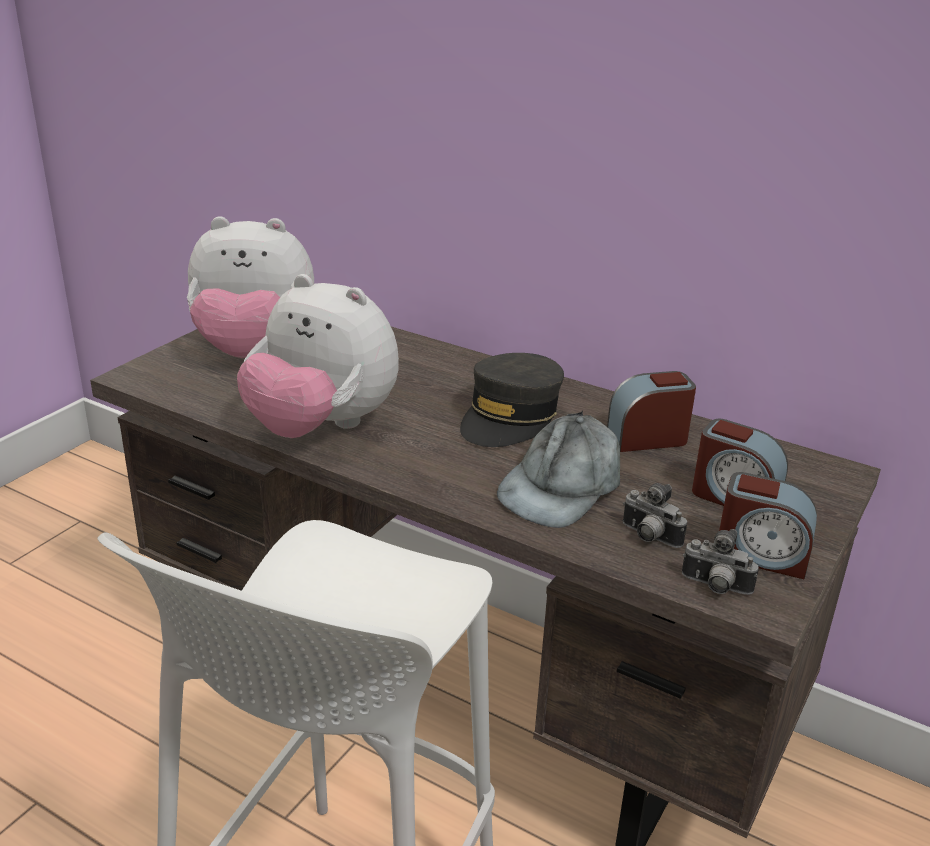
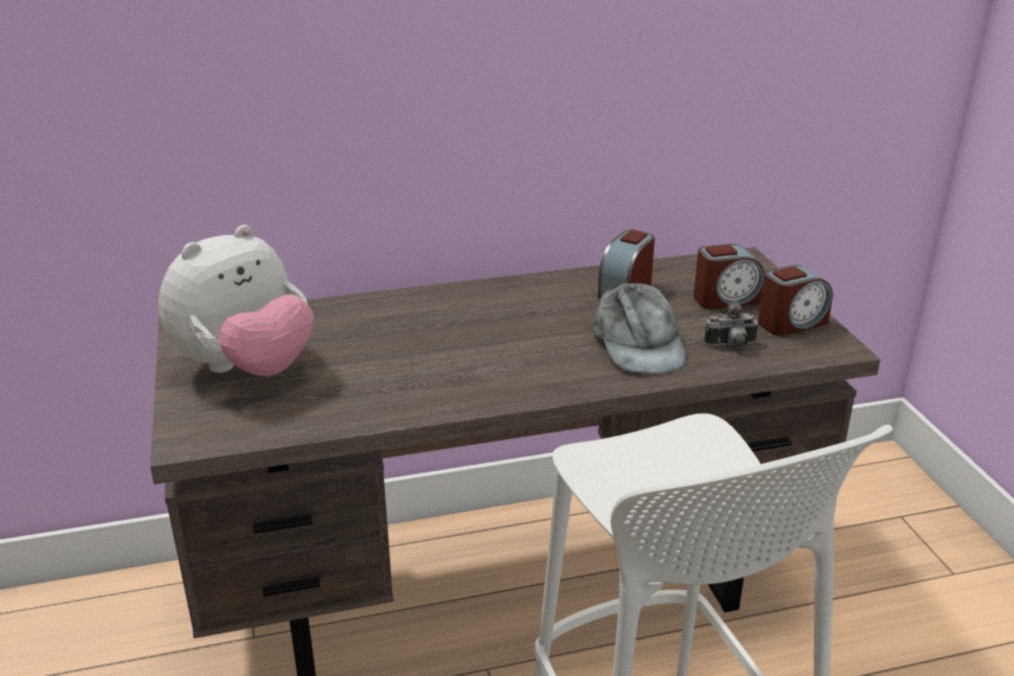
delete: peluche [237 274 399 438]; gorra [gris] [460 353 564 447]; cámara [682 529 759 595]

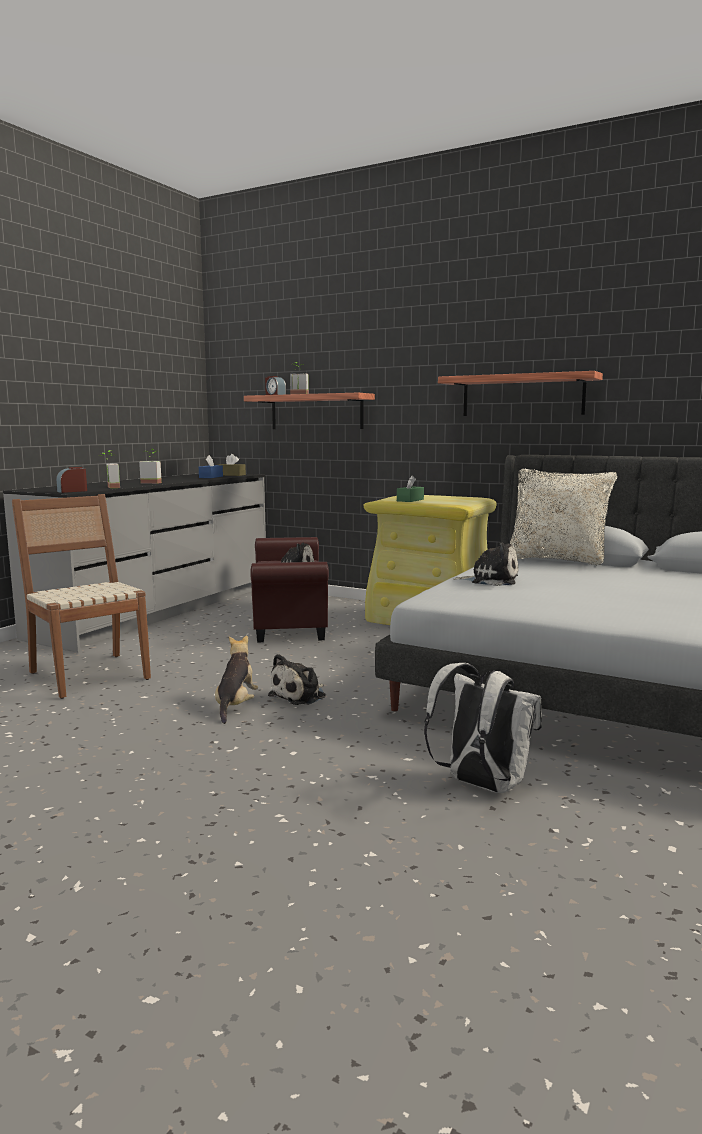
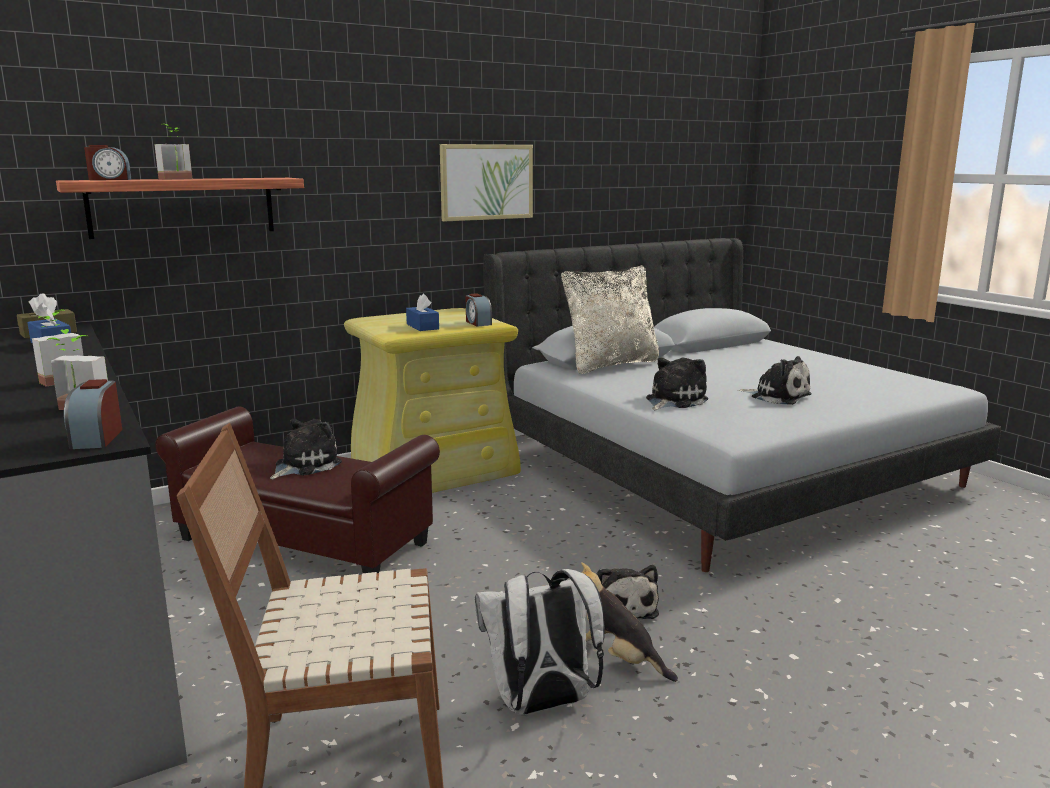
insert: despertador [466 293 492 327]; peluche [738 356 811 405]
move: mochila [blanco] [424 663 542 793] to [475 569 605 715]
replace: estante [438 371 603 416] to cuadro [440 144 533 221]
recolor: caja de pañuelos [verde] [397 476 424 502] to caja de pañuelos [azul] [406 294 439 331]

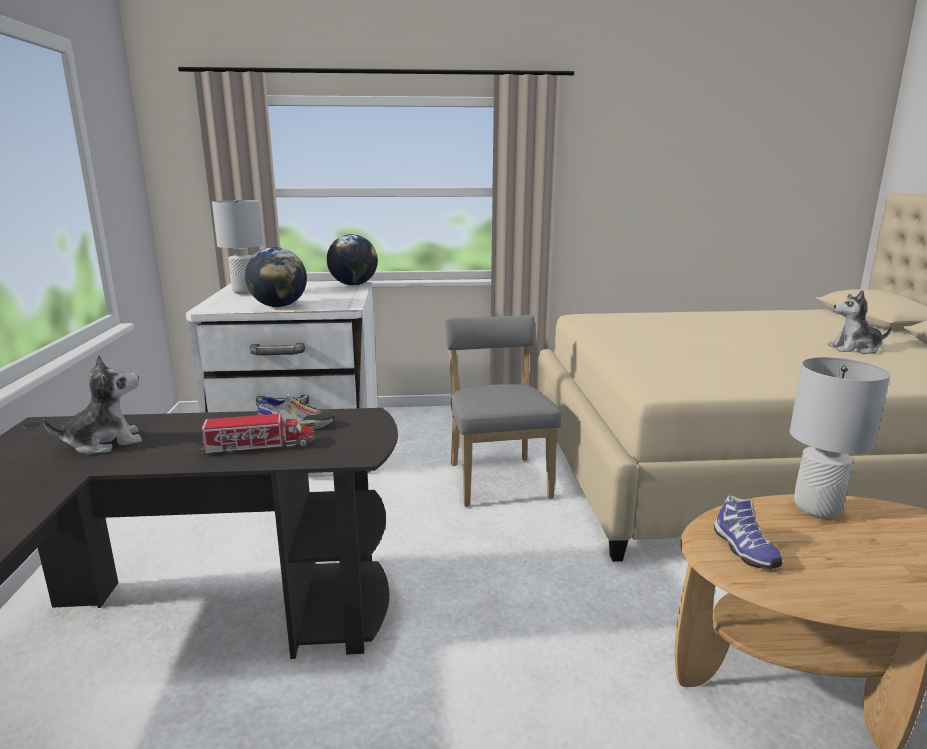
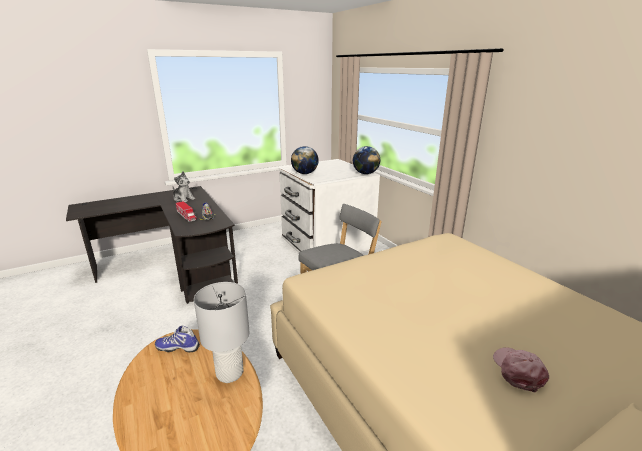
delete: lámpara de mesa [gris] [212 200 263 295]
replace: peluche [828 290 892 354] to gorra [rosa] [493 347 549 392]
rotate: zapato [714 496 782 569] = [155 326 200 352] 45 degrees clockwise

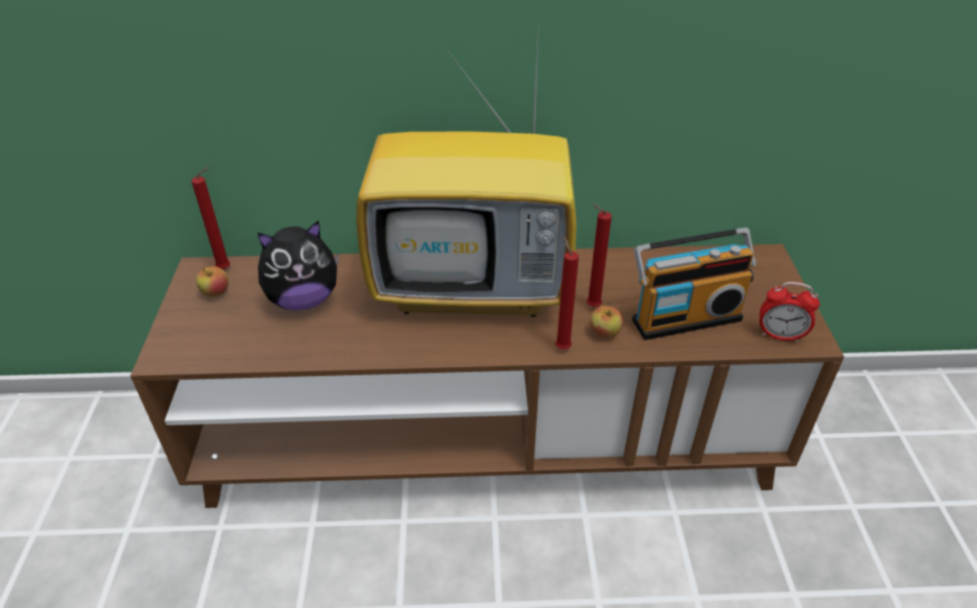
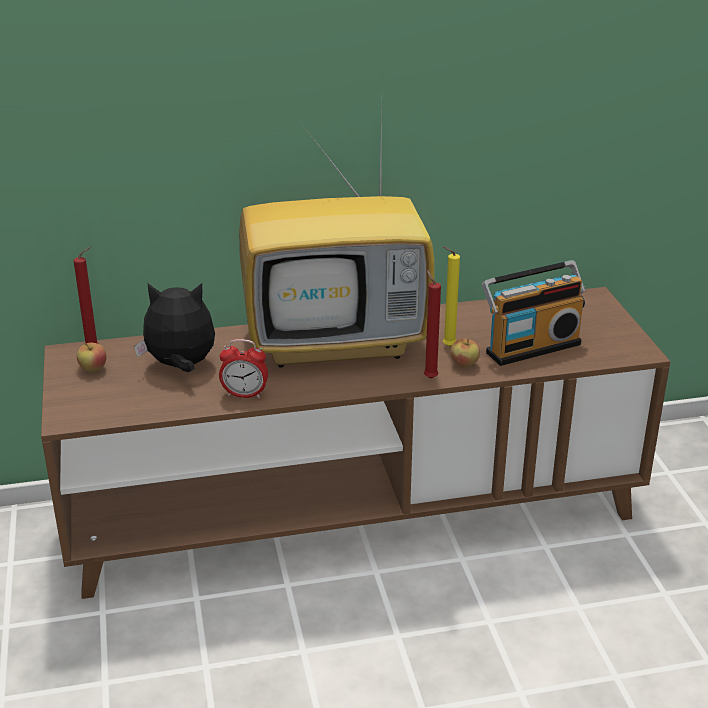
move: despertador [759 282 820 343] to [219 339 268 398]
recolor: vela [rojo] [587 204 612 307] to vela [amarillo] [443 246 460 347]
rotate: peluche [258 220 339 311] = [134 283 215 372] 150 degrees counterclockwise

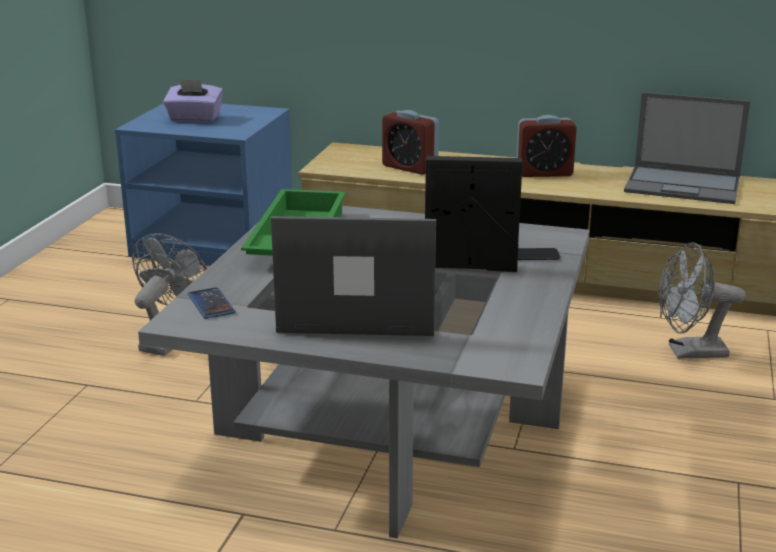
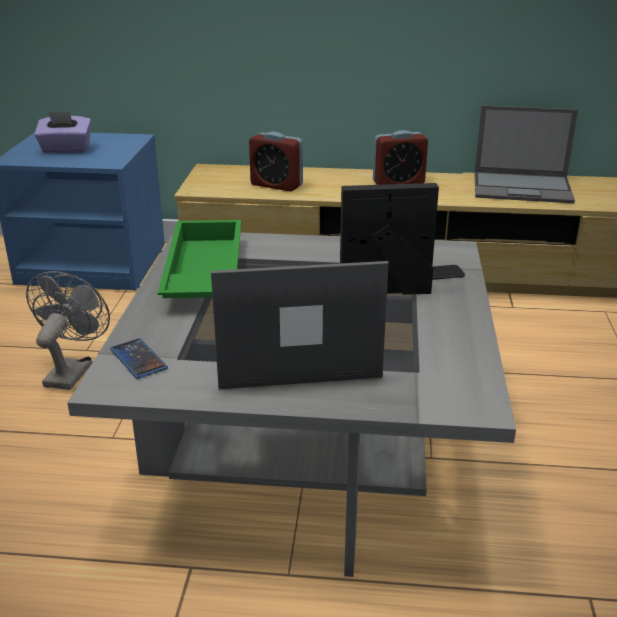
delete: ventilador [gris] [659 242 745 359]

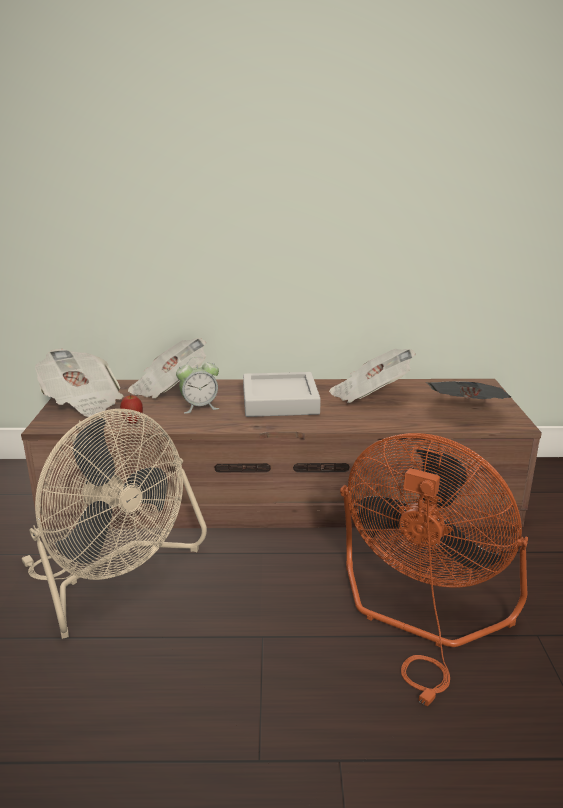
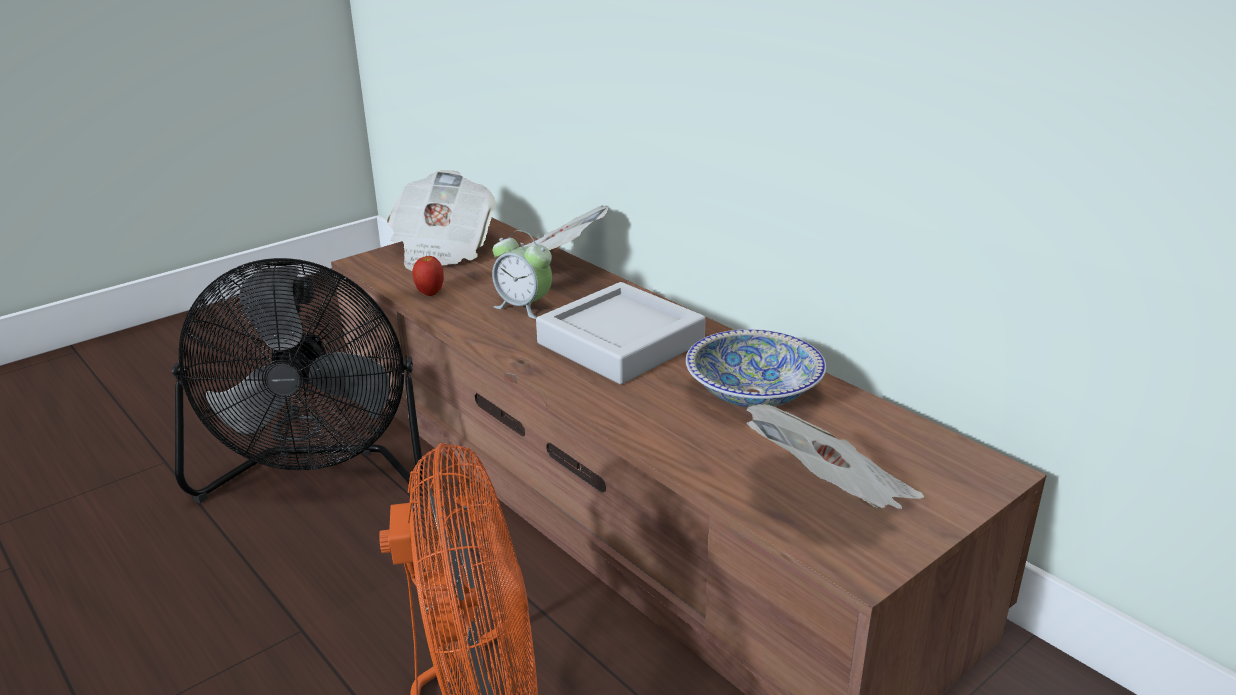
replace: periódico [329 349 416 403] to cuenco [686 329 826 408]
recolor: ventilador [beis] [22 409 207 639] to ventilador [negro] [172 258 423 504]

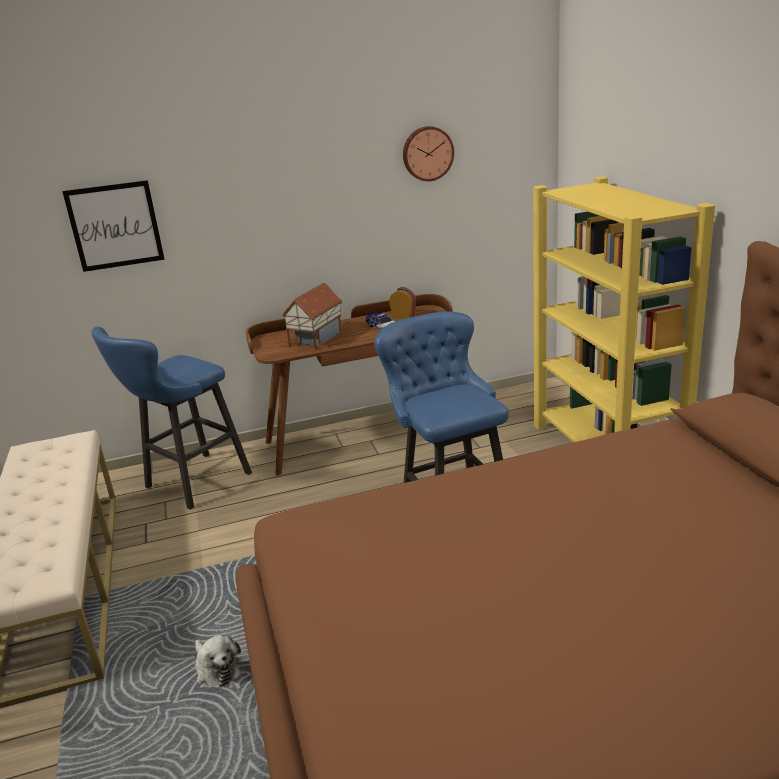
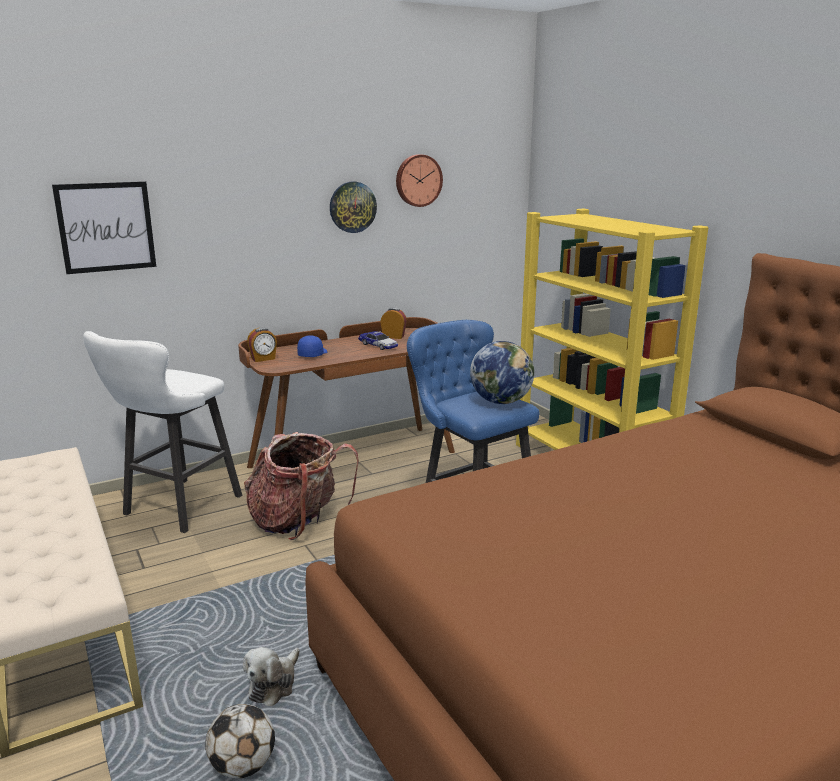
insert: balón de fútbol [205 704 275 778]; mochila [244 432 359 540]; despertador [247 328 277 362]; reloj de pared [330 181 377 233]; globo terráqueo [470 341 534 404]
replace: casita [282 283 342 349] to gorra [azul] [297 335 327 357]
recolor: taburete [azul] [91 327 252 510] to taburete [blanco] [83 331 243 533]
rotate: peluche [195 635 241 688] = [243 647 300 706] 75 degrees clockwise

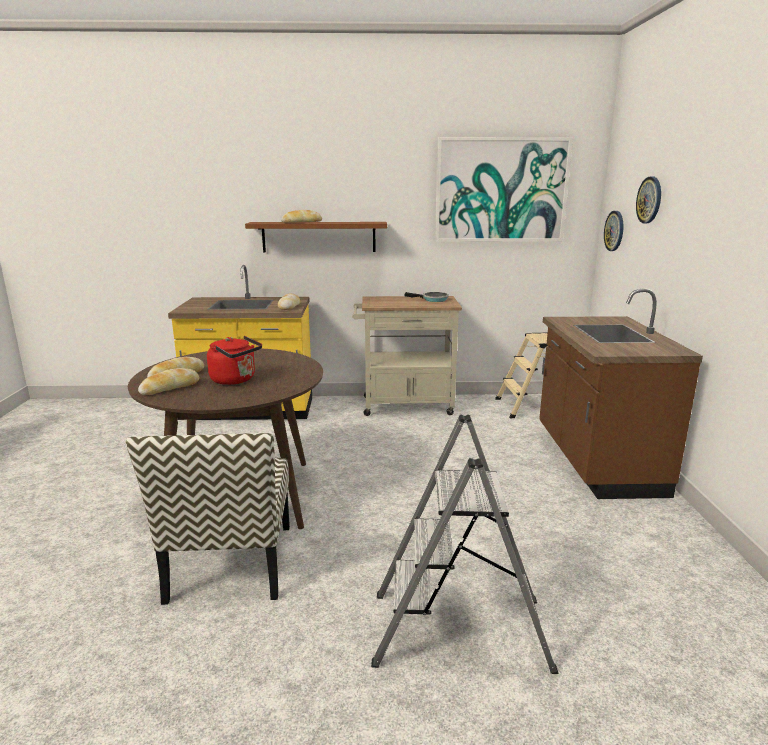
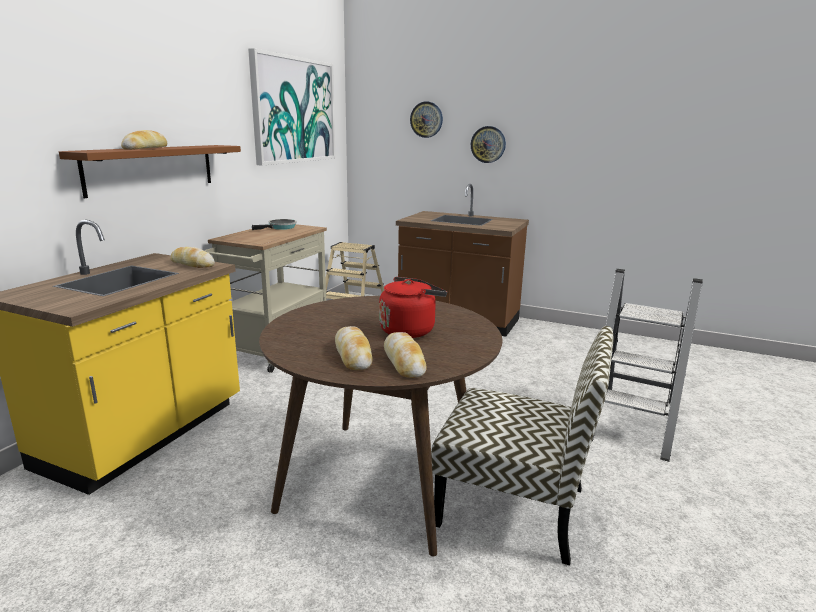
move: reloj de pared [604 211 623 251] to [471 126 506 163]

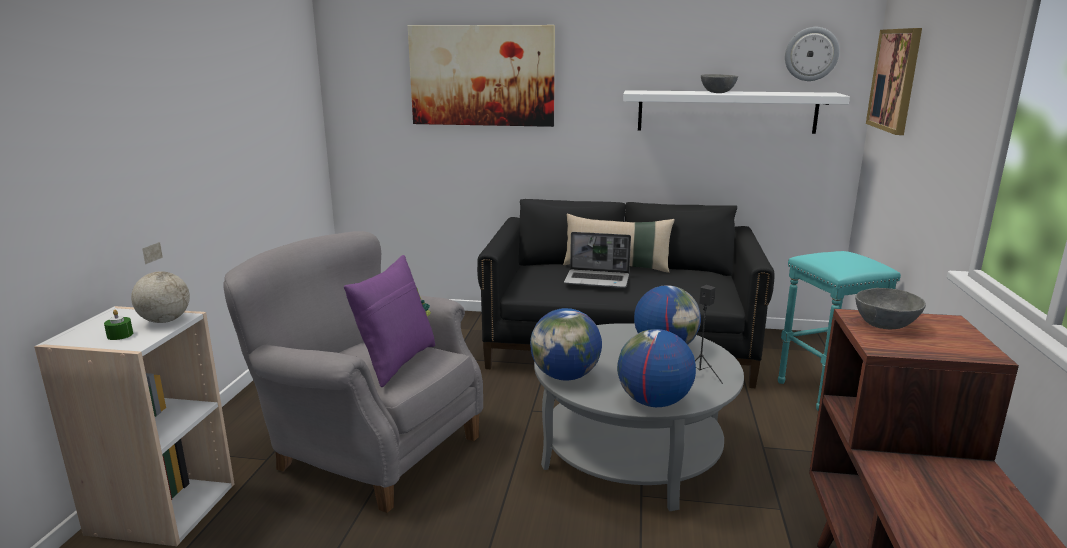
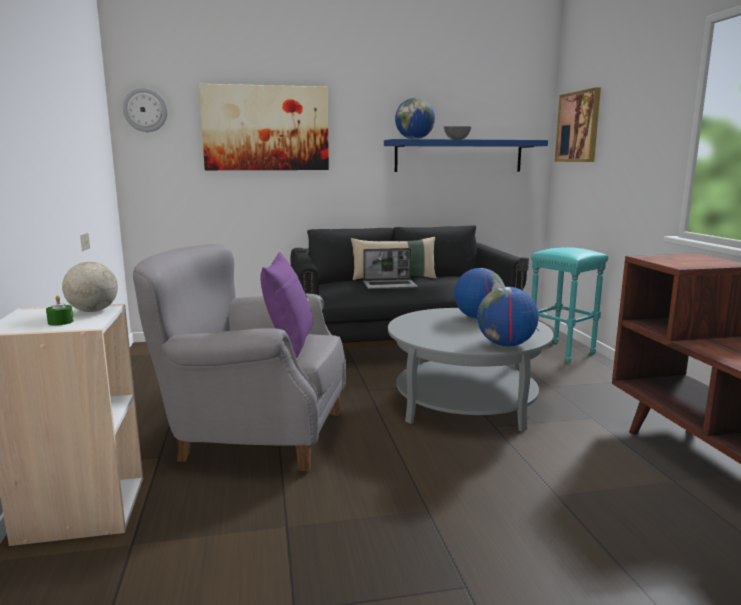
delete: cuenco [gris] [855 288 926 329]
move: reloj de pared [785 27 840 81] to [123 88 167 132]; globo terráqueo [530 308 602 380] to [395 98 435 139]
recolor: estante [blanco] [623 90 850 134] to estante [azul] [384 139 548 172]

